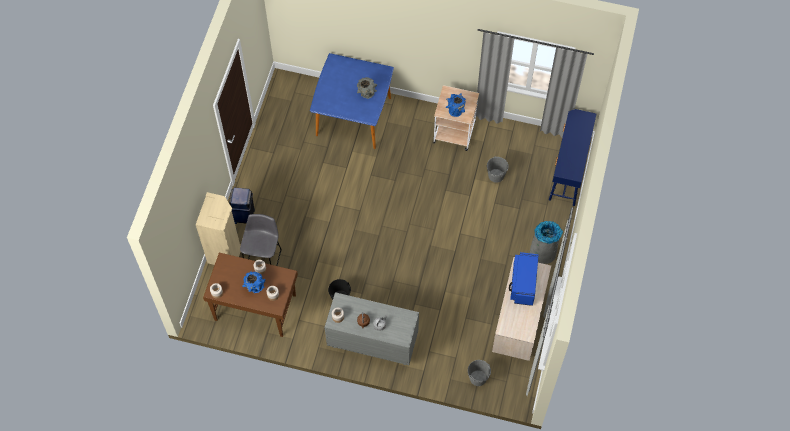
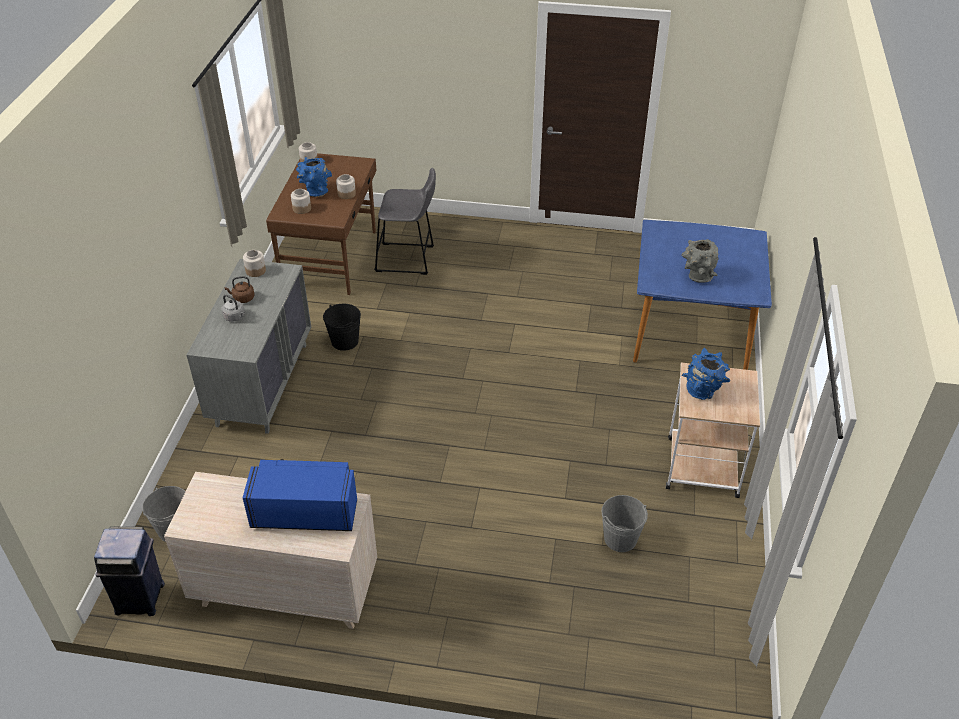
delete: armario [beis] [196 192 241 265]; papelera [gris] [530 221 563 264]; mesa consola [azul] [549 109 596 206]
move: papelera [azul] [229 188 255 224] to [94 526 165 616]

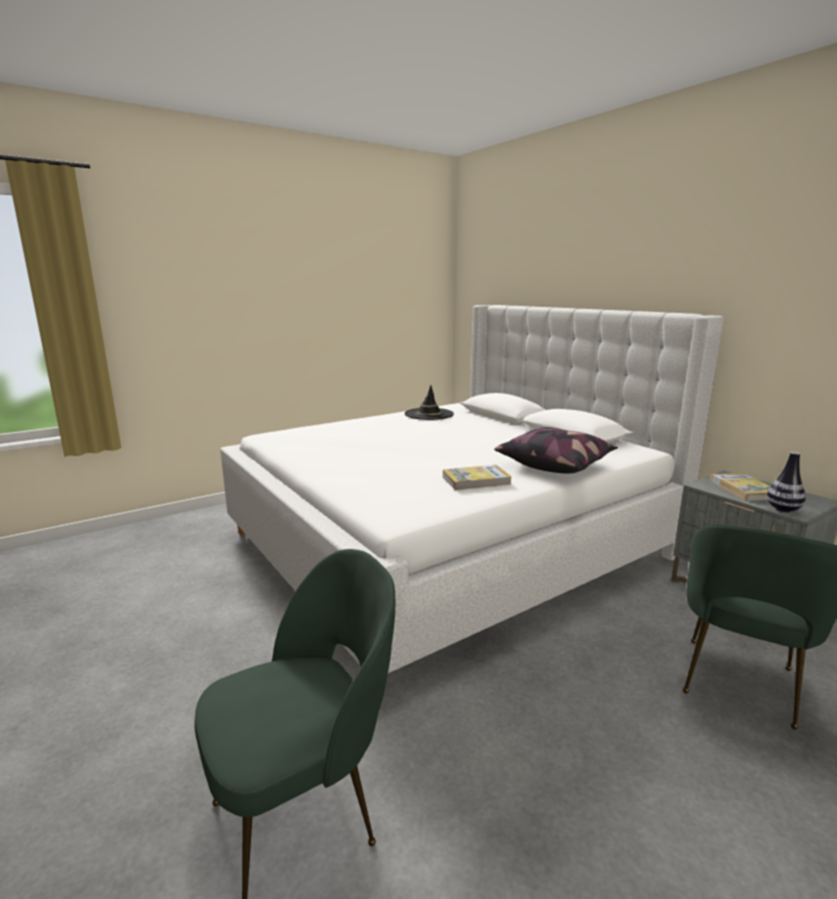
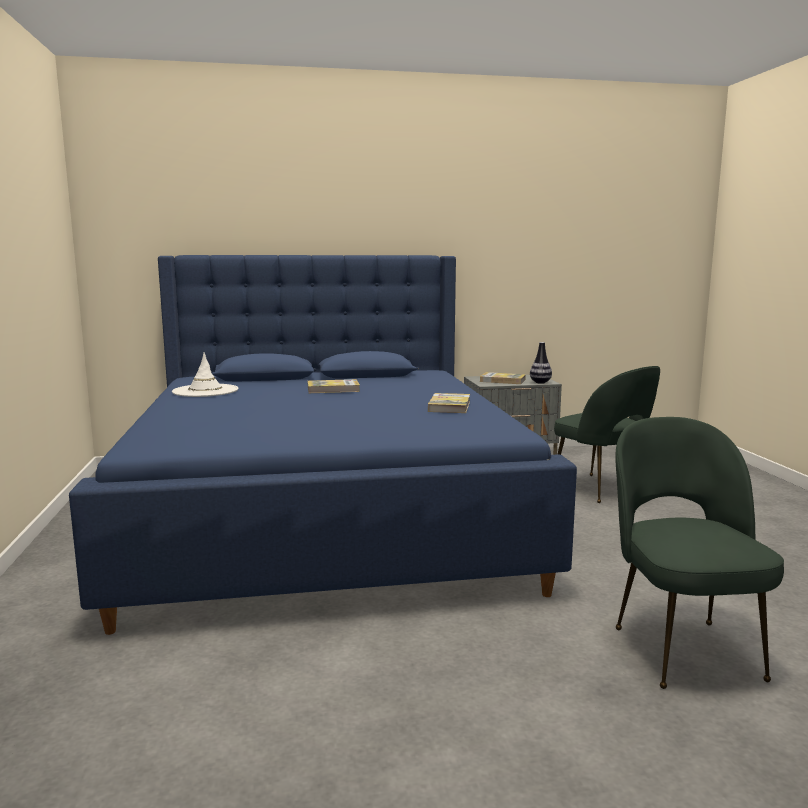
delete: cojín [494 427 618 473]
insert: libro [308 379 360 393]
recolor: cama [blanco] [220 305 724 673] to cama [azul] [69 255 577 635]; sombrero [negro] [404 385 454 420] to sombrero [blanco] [172 353 238 397]

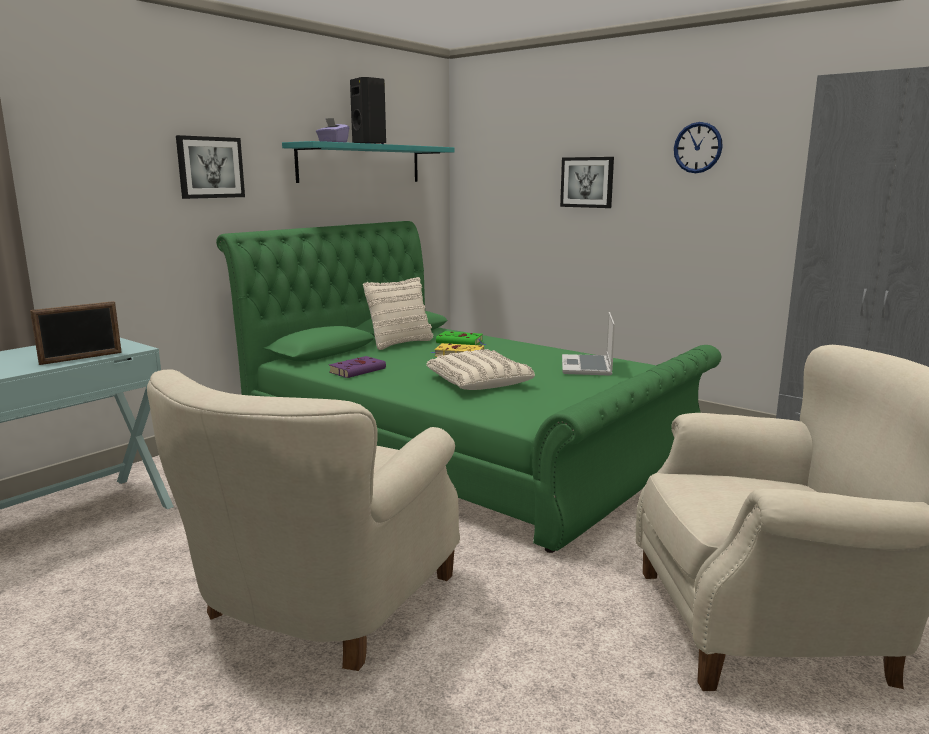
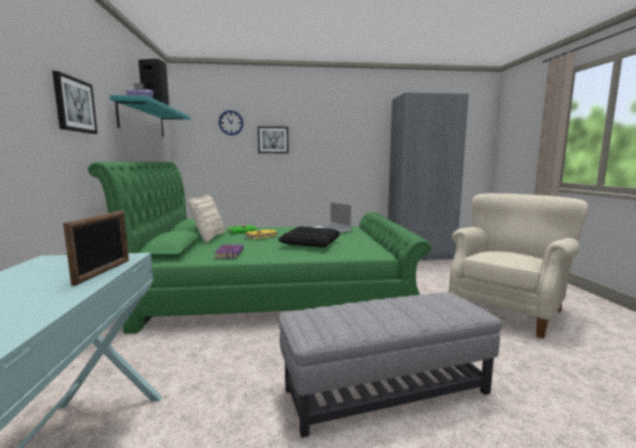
move: reloj de pared [674 122 723 173] to [219 110 243 135]
replace: sillón [beis] [147 369 460 671] to puf [gris] [279 292 502 438]
recolor: cojín [beis] [427 349 535 390] to cojín [negro] [278 226 340 247]

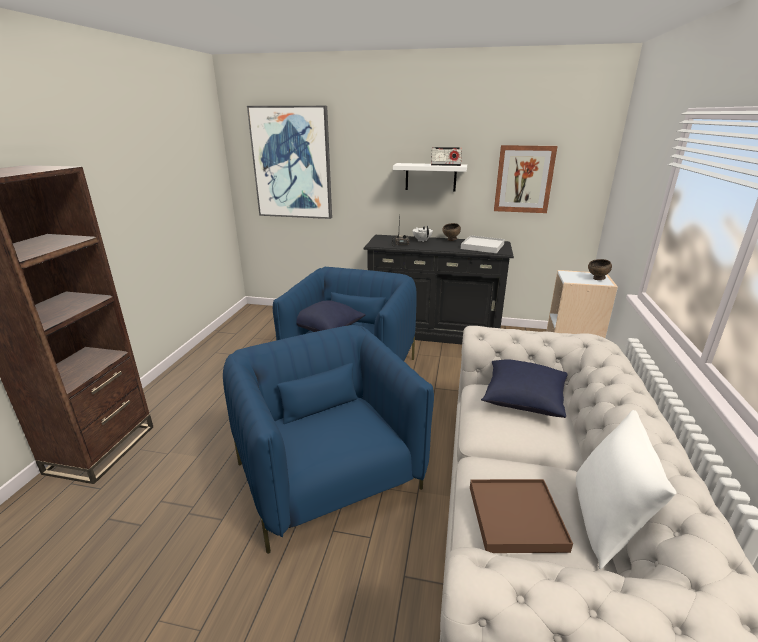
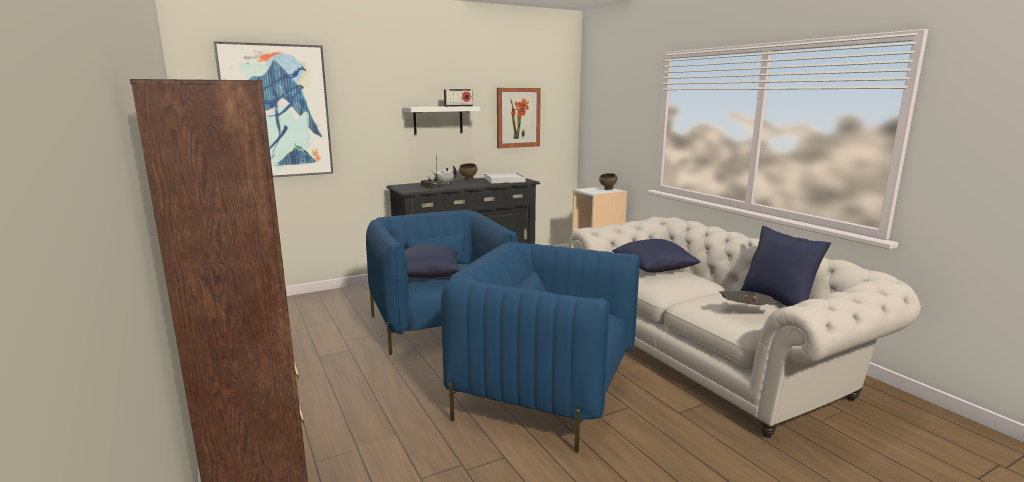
replace: bandeja [marrón] [470 479 573 553] to periódico [718 291 778 305]
recolor: cojín [blanco] [576 410 676 569] to cojín [azul] [741 226 831 307]

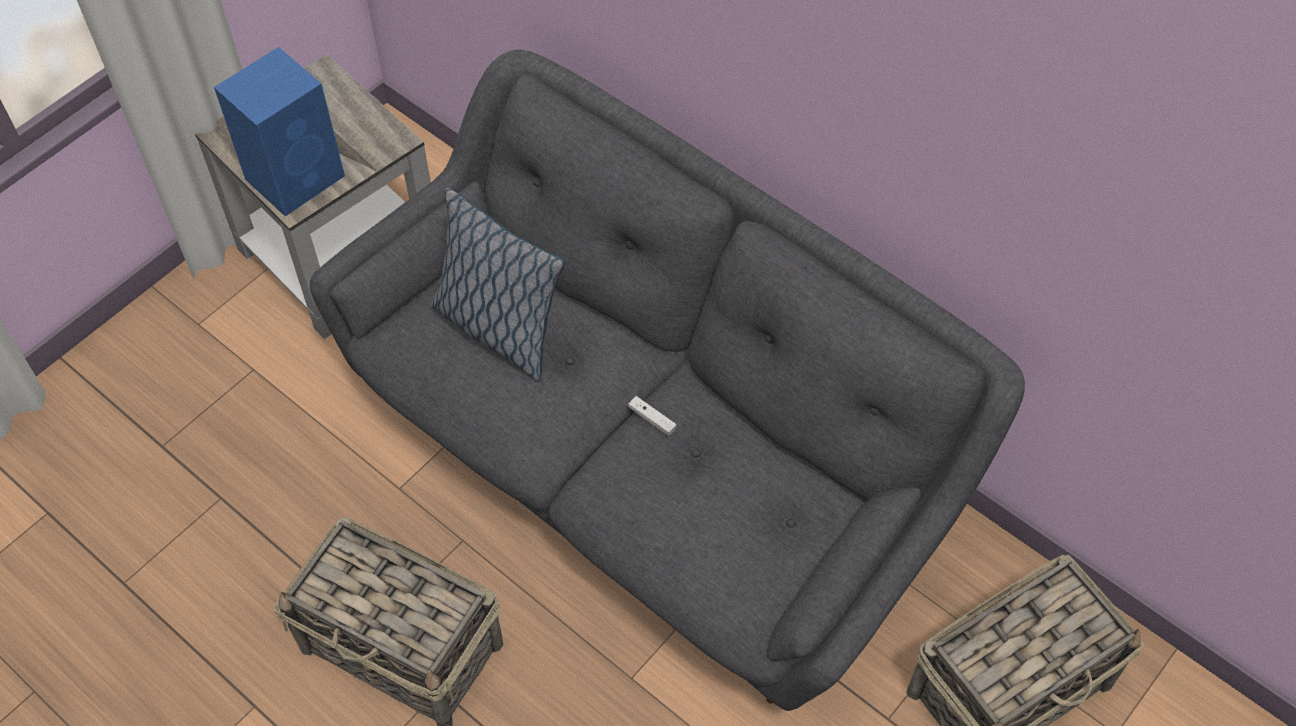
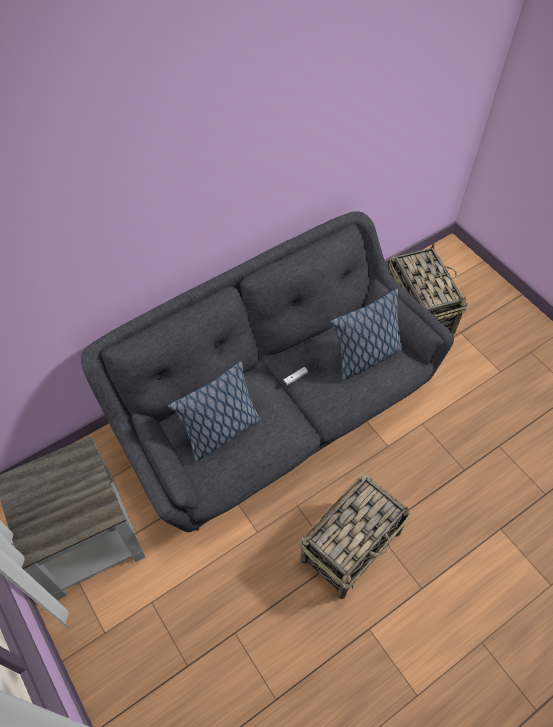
delete: altavoz [azul] [214 47 345 216]
insert: cojín [330 288 403 381]

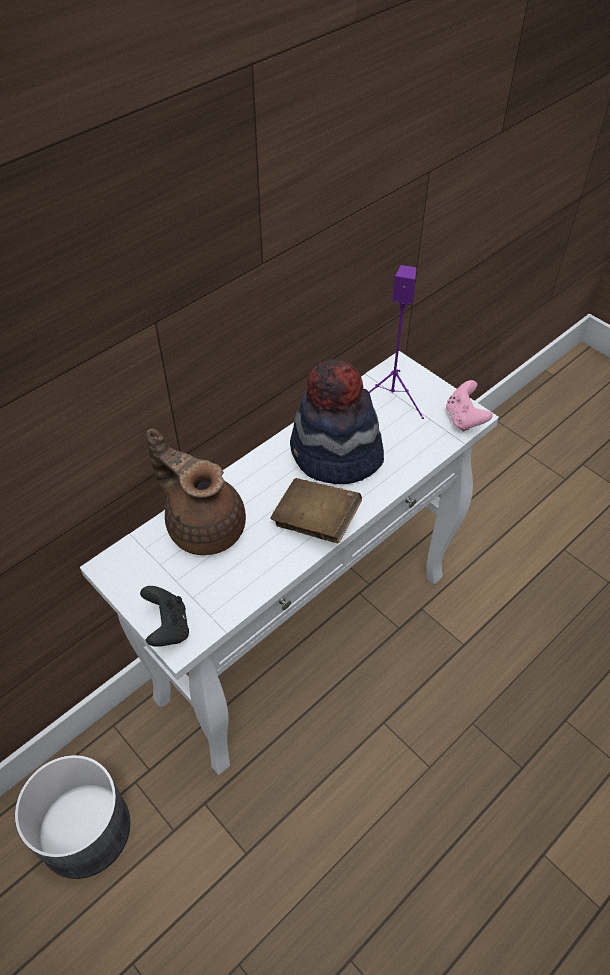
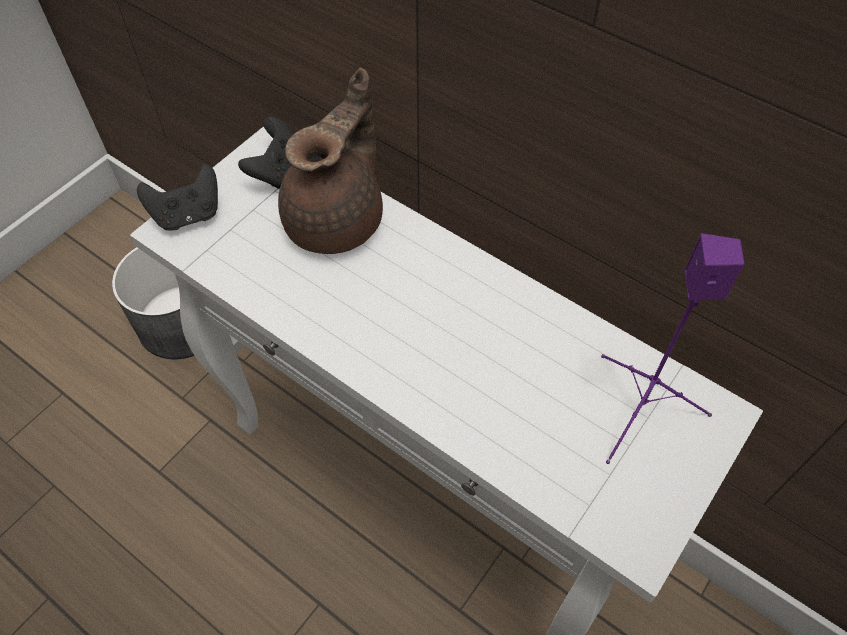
delete: libro [marrón] [270 478 362 543]; sombrero [290 359 384 484]; mando de consola [rosa] [446 380 493 432]
insert: mando de consola [negro] [238 117 293 189]

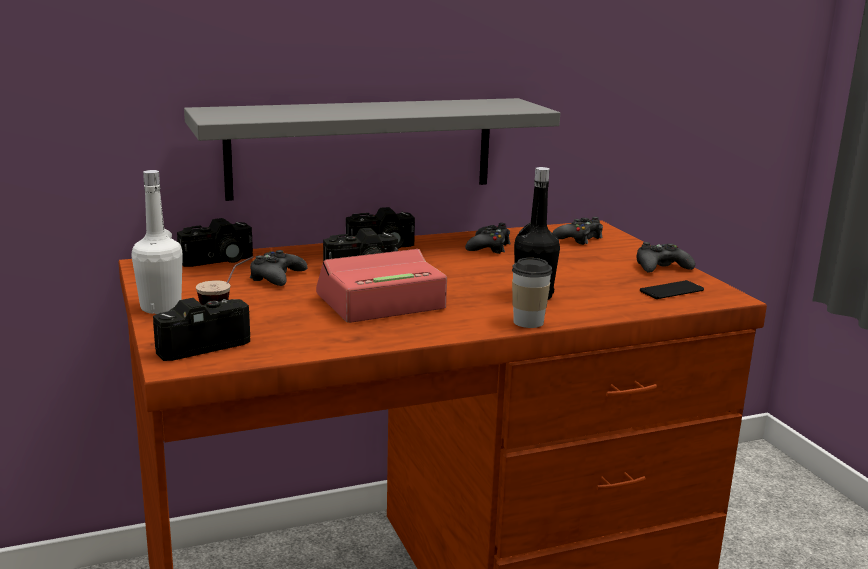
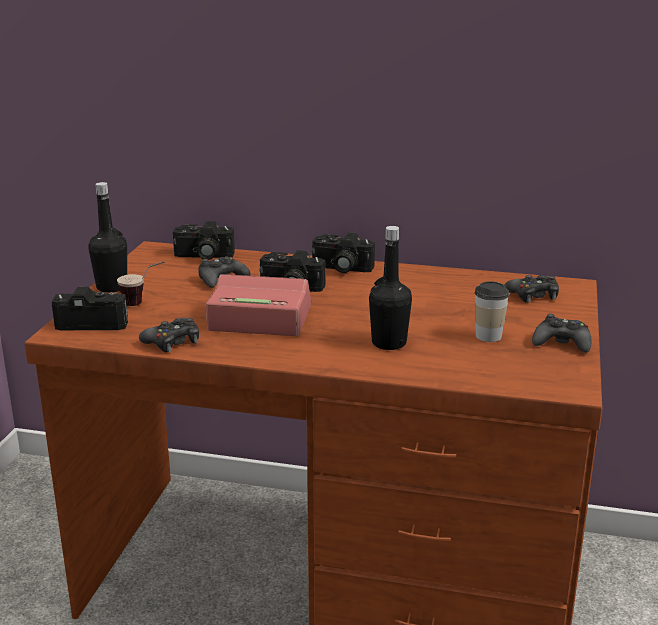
delete: estante [gris] [184 98 560 201]; móvil [640 280 704 299]
move: mando de consola [negro] [465 223 511 254] to [139 318 199 352]; taza [512 258 552 328] to [475 281 509 342]
recolor: botella [blanco] [132 170 183 314] to botella [negro] [88 182 127 293]

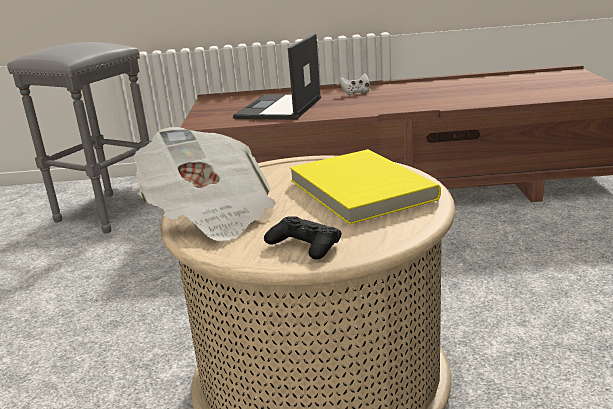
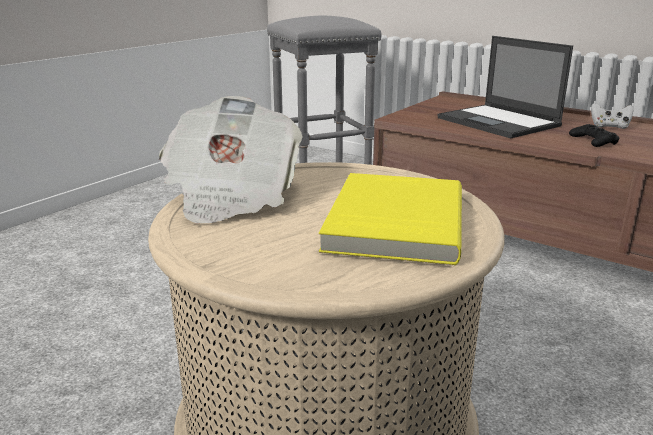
move: mando de consola [negro] [264 216 342 259] to [569 124 620 147]
rotate: portátil [233 33 321 120] = [437 36 573 138] 90 degrees counterclockwise

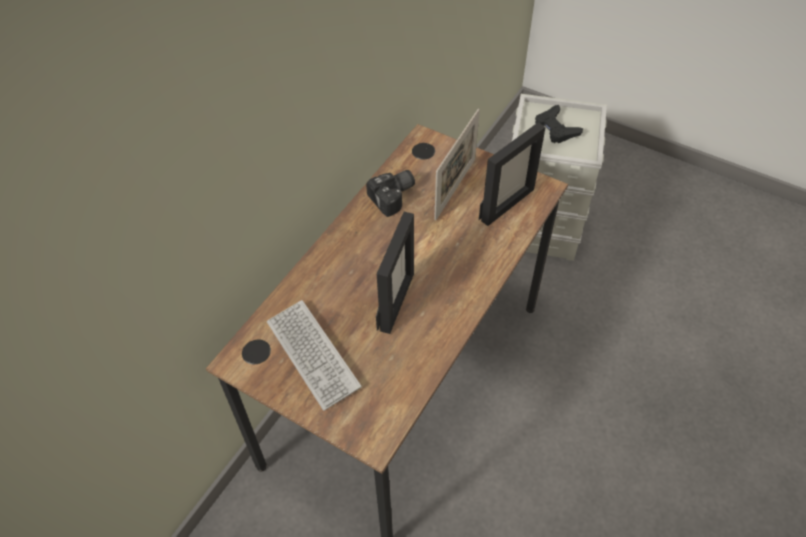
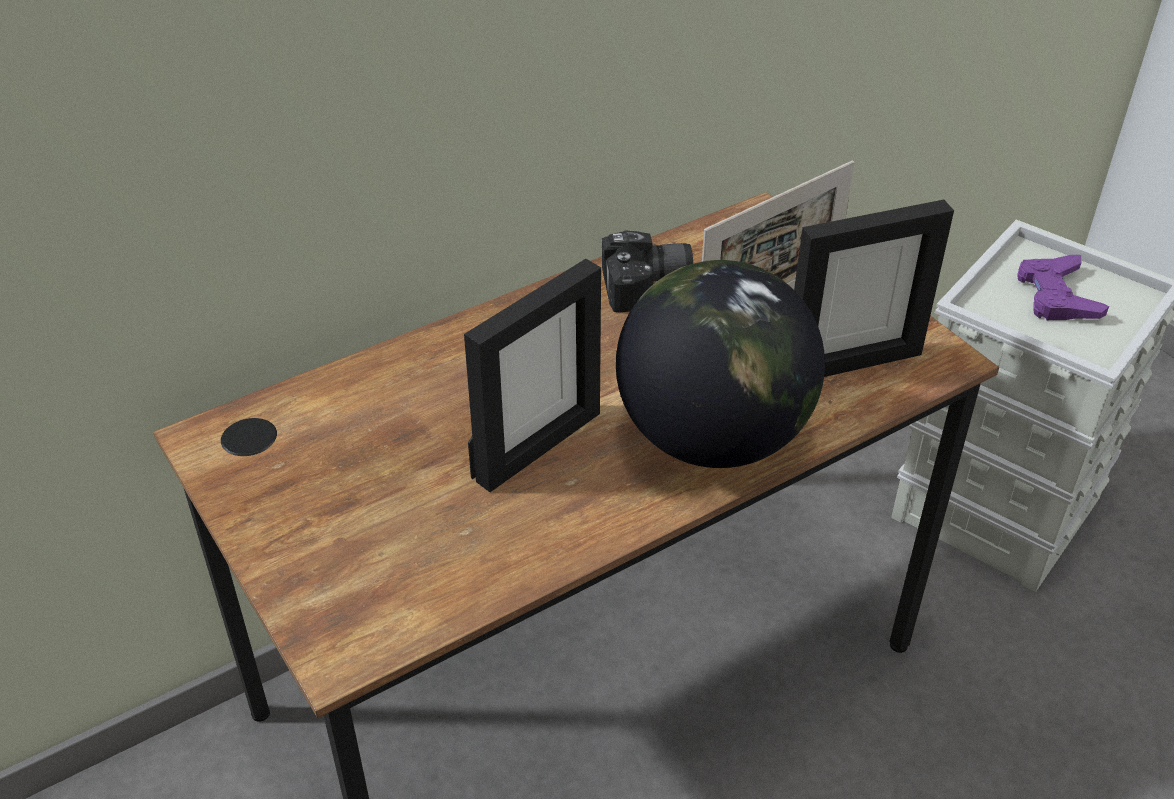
delete: teclado [267 300 362 411]
insert: globo terráqueo [616 260 825 468]
recolor: mando de consola [negro] [535 105 583 143] to mando de consola [morado] [1017 255 1109 320]

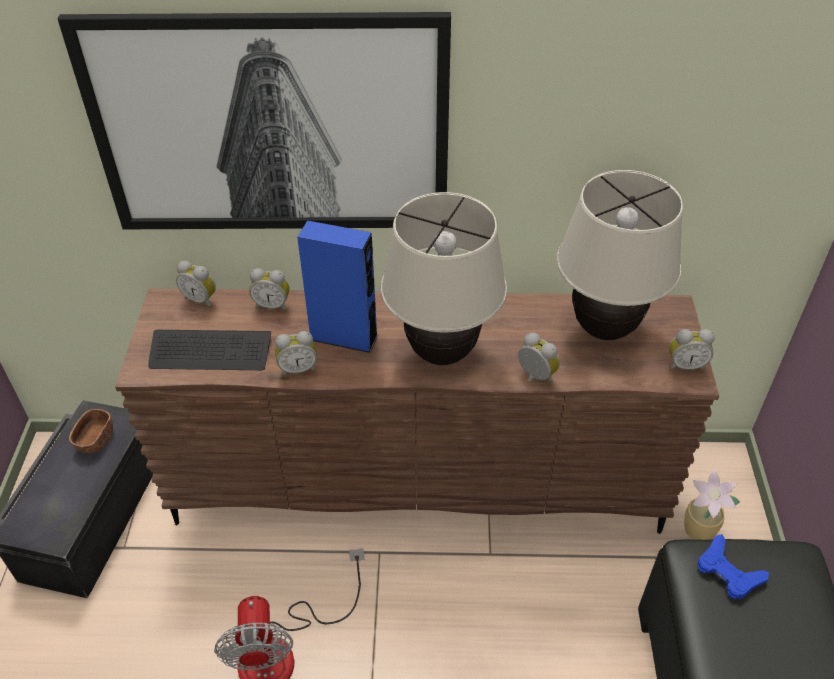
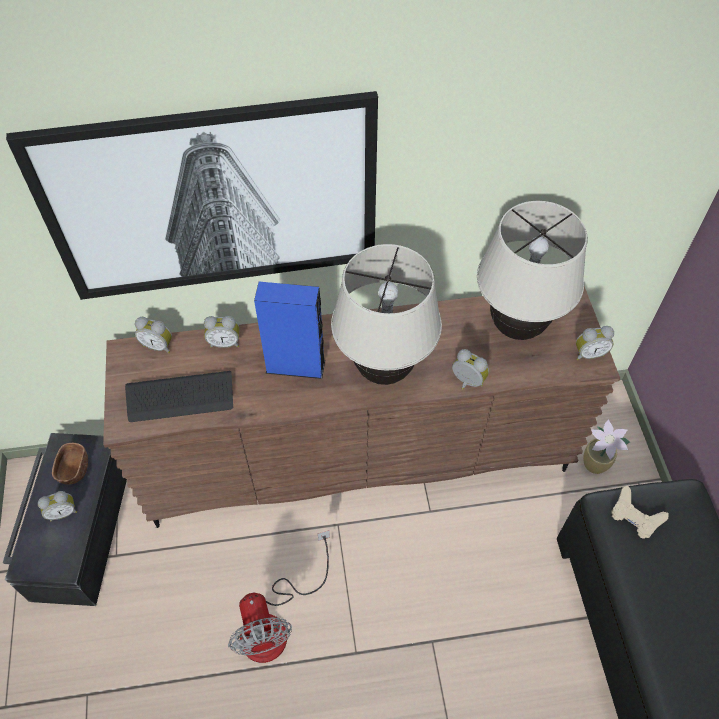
move: despertador [275 331 317 376] to [38 491 77 521]
recolor: mando de consola [azul] [698 534 769 600] to mando de consola [beis] [611 486 669 539]

